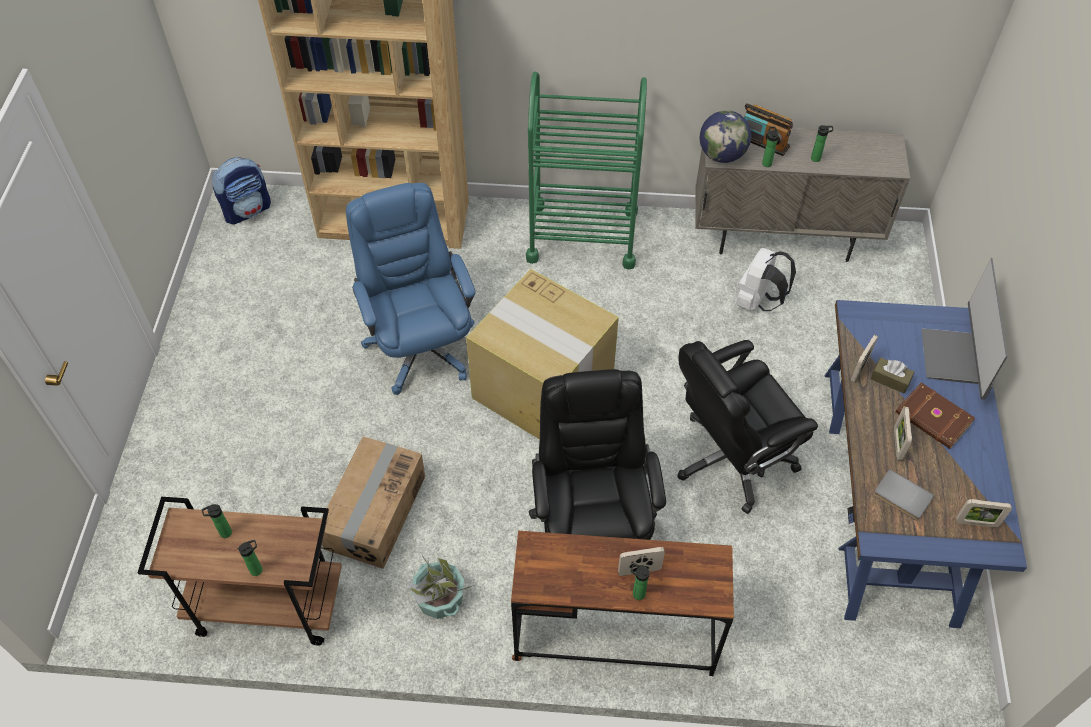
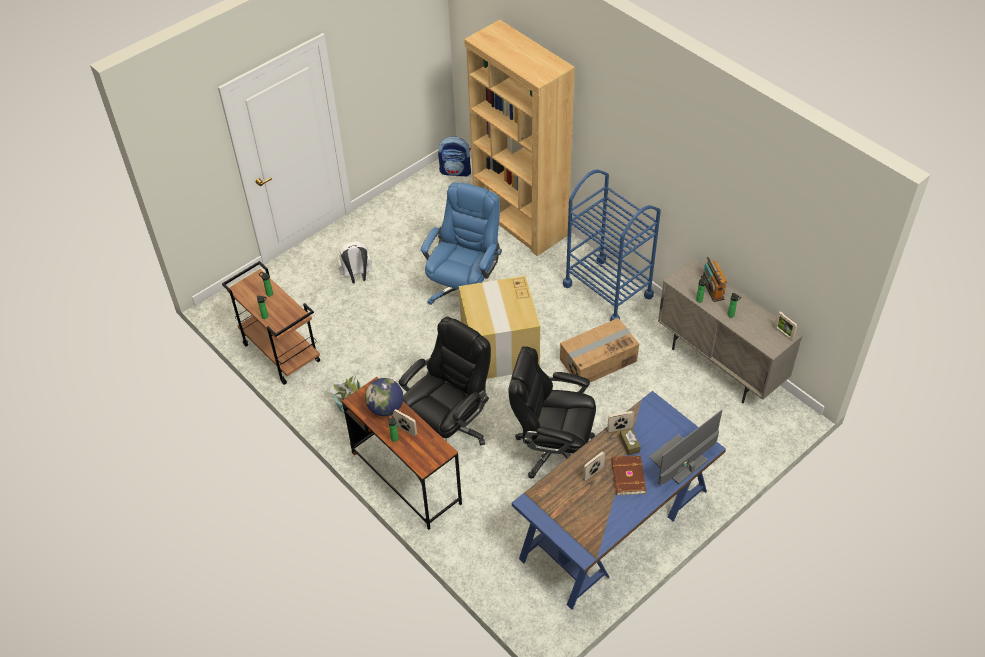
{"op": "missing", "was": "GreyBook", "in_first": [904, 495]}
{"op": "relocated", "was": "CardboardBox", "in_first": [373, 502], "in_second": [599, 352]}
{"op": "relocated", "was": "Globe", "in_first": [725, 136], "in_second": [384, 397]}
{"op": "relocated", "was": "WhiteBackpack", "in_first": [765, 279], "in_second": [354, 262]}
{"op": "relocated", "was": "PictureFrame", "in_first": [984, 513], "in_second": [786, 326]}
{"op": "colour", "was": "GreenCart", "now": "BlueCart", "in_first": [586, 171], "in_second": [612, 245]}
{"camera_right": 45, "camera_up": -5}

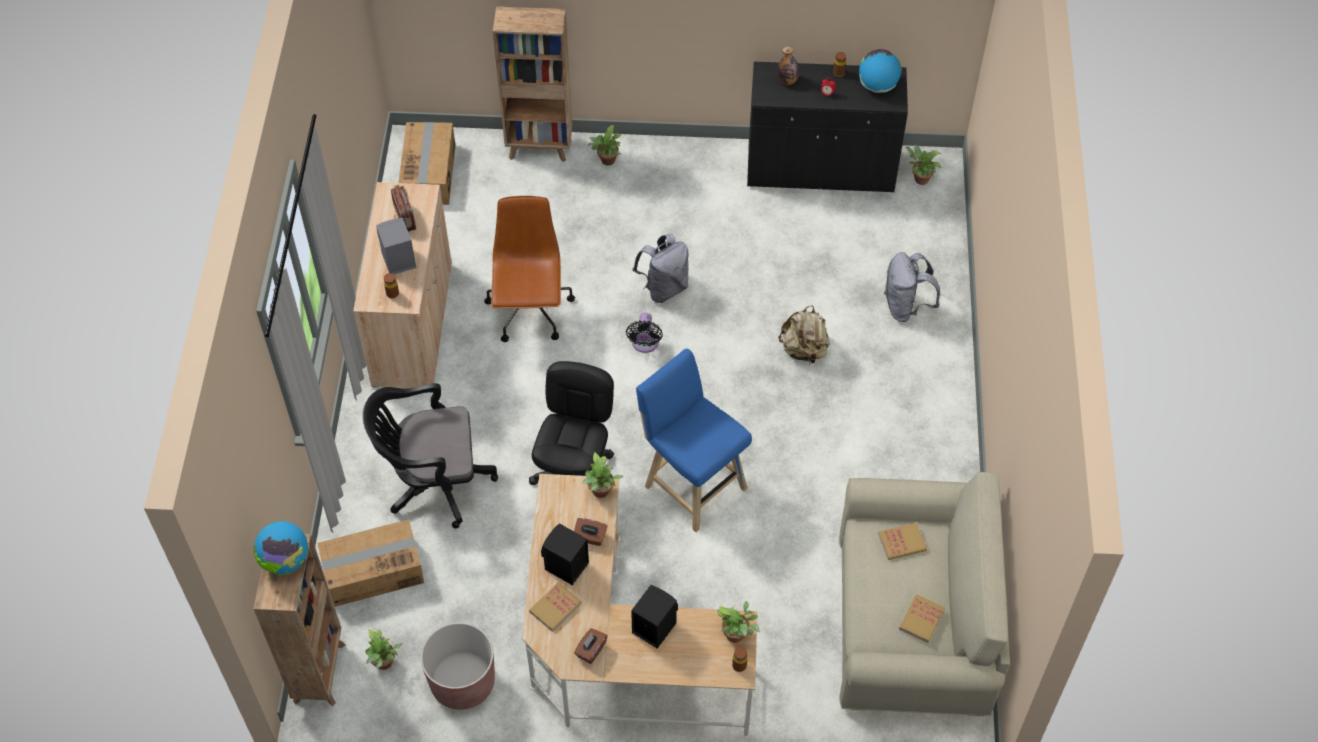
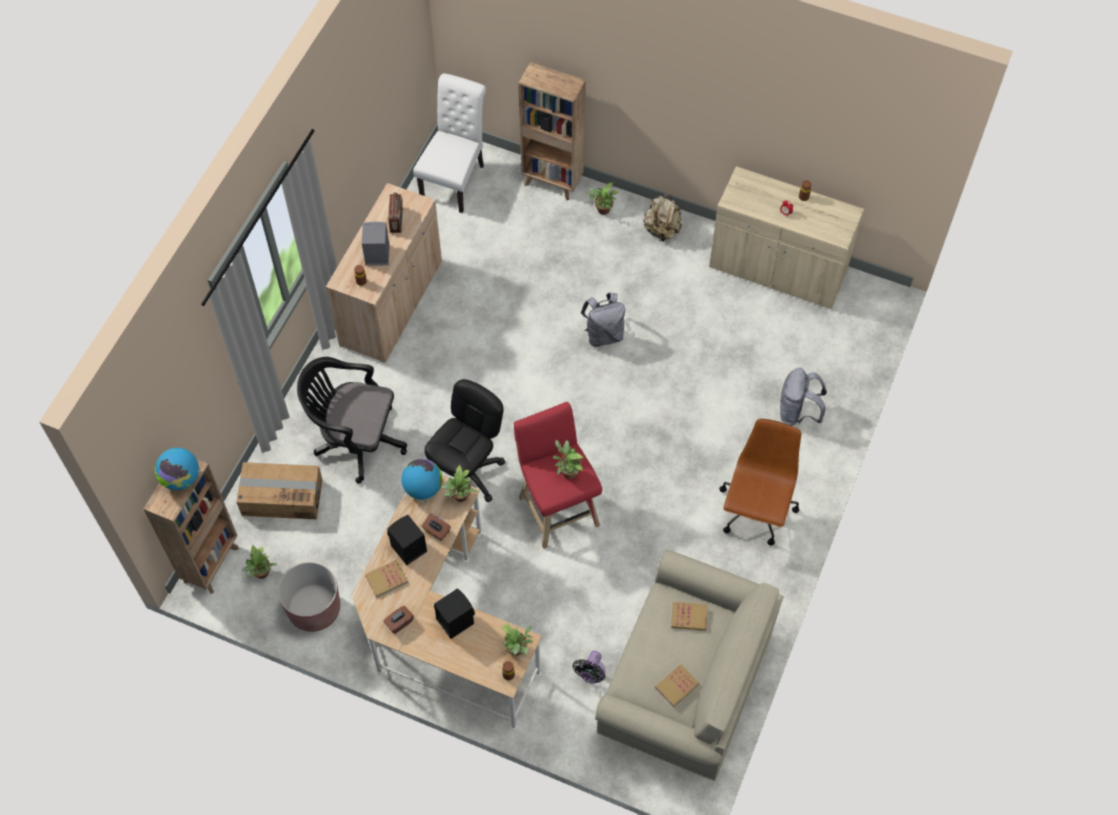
{"op": "missing", "was": "Bottle", "in_first": [788, 65]}
{"op": "relocated", "was": "BrownOfficeChair", "in_first": [529, 269], "in_second": [760, 482]}
{"op": "relocated", "was": "BlackFan", "in_first": [644, 333], "in_second": [589, 667]}
{"op": "relocated", "was": "BeigeBackpack", "in_first": [804, 334], "in_second": [663, 218]}
{"op": "relocated", "was": "Globe", "in_first": [880, 71], "in_second": [421, 480]}
{"op": "relocated", "was": "PottedPlant", "in_first": [923, 165], "in_second": [568, 459]}
{"op": "exchanged", "was": "CardboardBox", "now": "WhiteChair", "in_first": [426, 163], "in_second": [449, 143]}
{"op": "colour", "was": "BlueStool", "now": "RedStool", "in_first": [694, 440], "in_second": [558, 475]}
{"op": "colour", "was": "BlackCabinet", "now": "BeigeCabinet", "in_first": [827, 127], "in_second": [786, 237]}
{"camera_right": 20, "camera_up": 5}

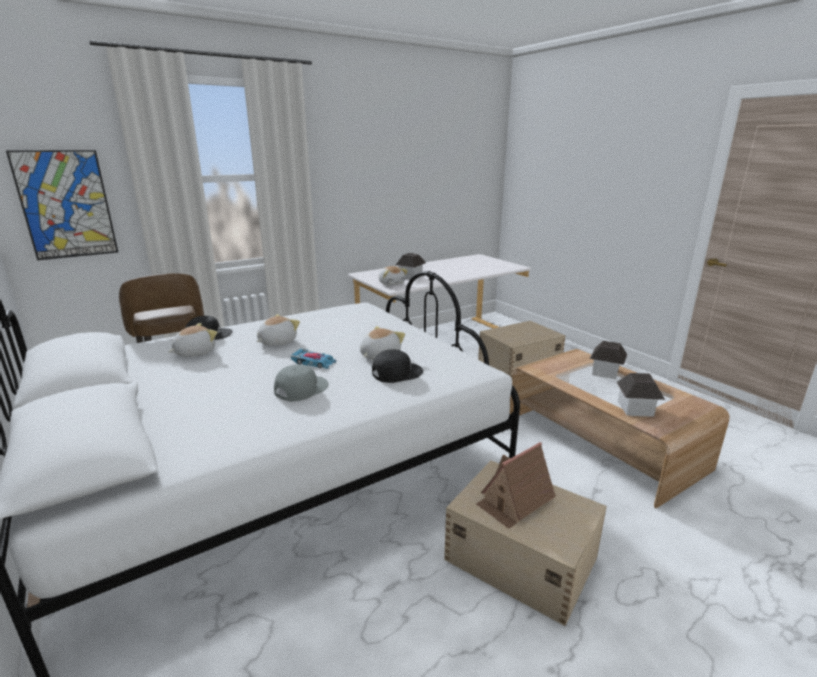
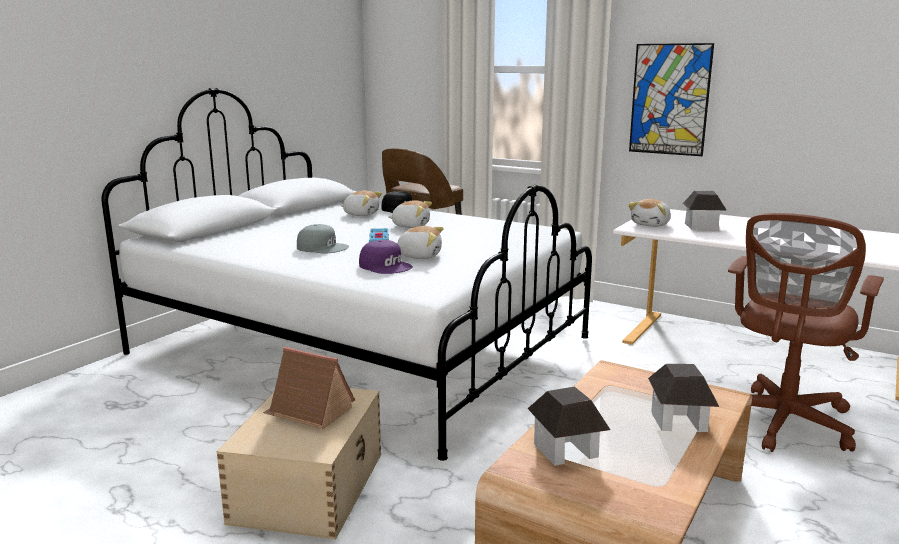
{"op": "relocated", "was": "Picture", "in_first": [62, 205], "in_second": [671, 99]}
{"op": "exchanged", "was": "BeigeStorageBox", "now": "BrownOfficeChair", "in_first": [522, 349], "in_second": [806, 332]}
{"op": "colour", "was": "BlackCap", "now": "PurpleCap", "in_first": [397, 366], "in_second": [386, 257]}
{"camera_right": 65, "camera_up": -5}

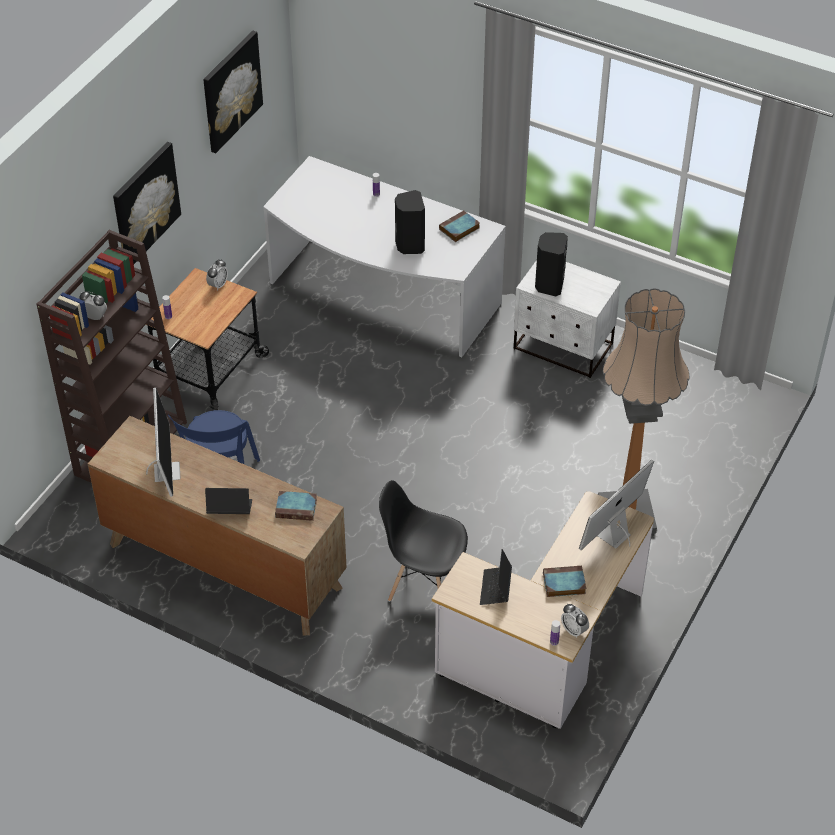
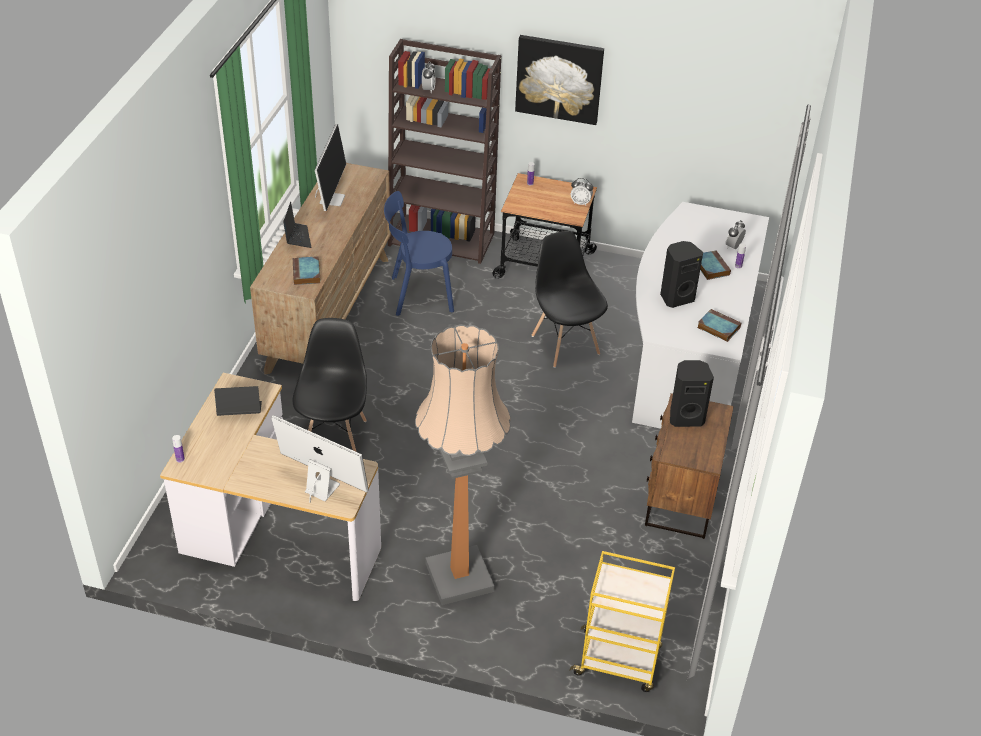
{"op": "missing", "was": "Picture", "in_first": [233, 92]}
{"op": "appeared", "now": "BlackChair", "in_second": [569, 299]}
{"op": "appeared", "now": "YellowCart", "in_second": [622, 621]}
{"op": "relocated", "was": "Book", "in_first": [564, 581], "in_second": [715, 265]}
{"op": "relocated", "was": "AlarmClock", "in_first": [575, 621], "in_second": [735, 234]}
{"op": "colour", "was": "WhiteNightstand", "now": "BrownNightstand", "in_first": [567, 319], "in_second": [689, 466]}
{"op": "spun", "was": "Monitor", "in_first": [163, 442], "in_second": [330, 167], "clockwise": -60}
{"camera_right": 75, "camera_up": -5}

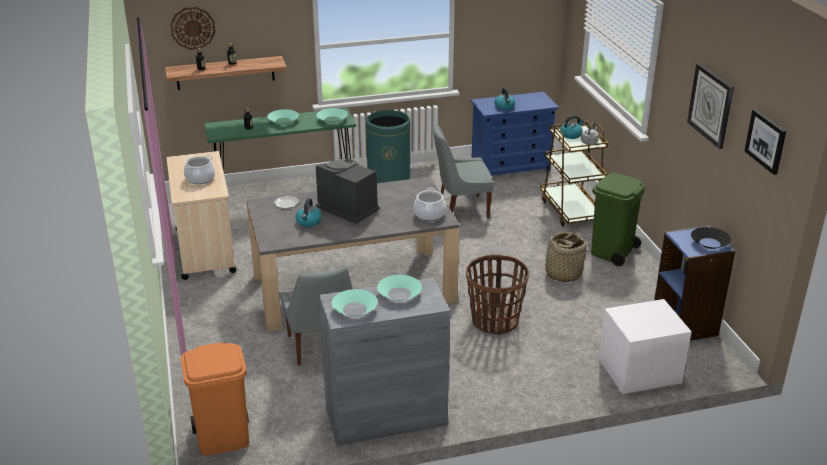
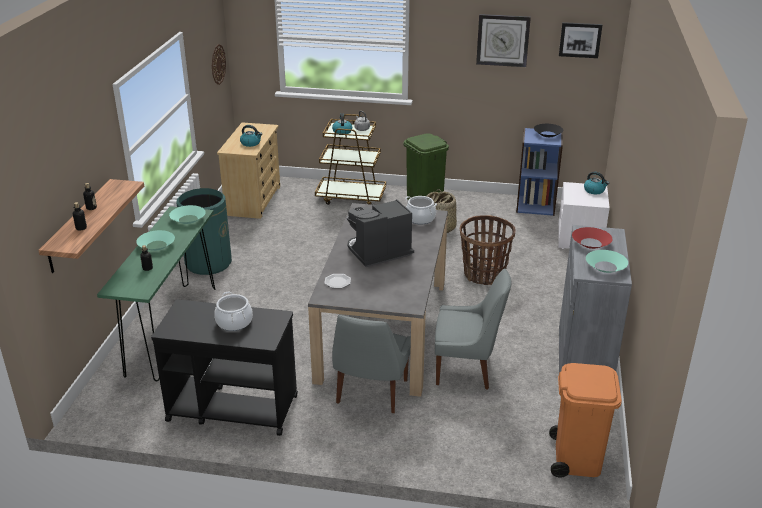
{"op": "relocated", "was": "WallClock", "in_first": [192, 28], "in_second": [219, 64]}
{"op": "relocated", "was": "Kettle", "in_first": [308, 213], "in_second": [596, 183]}
{"op": "relocated", "was": "GreyChair", "in_first": [463, 171], "in_second": [371, 364]}
{"op": "colour", "was": "BeigeCart", "now": "BlackCart", "in_first": [201, 215], "in_second": [224, 368]}
{"op": "colour", "was": "TurquoiseBowl", "now": "RedBowl", "in_first": [399, 288], "in_second": [592, 238]}
{"op": "colour", "was": "BlueDresser", "now": "BeigeDresser", "in_first": [515, 134], "in_second": [248, 170]}
{"camera_right": -65, "camera_up": 0}

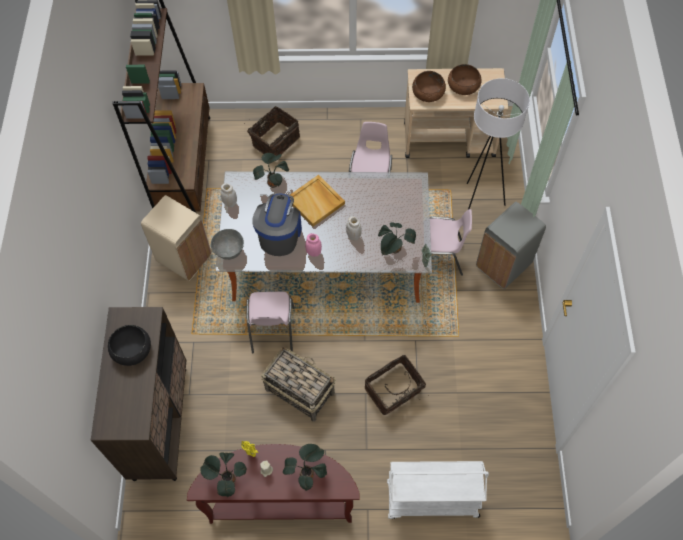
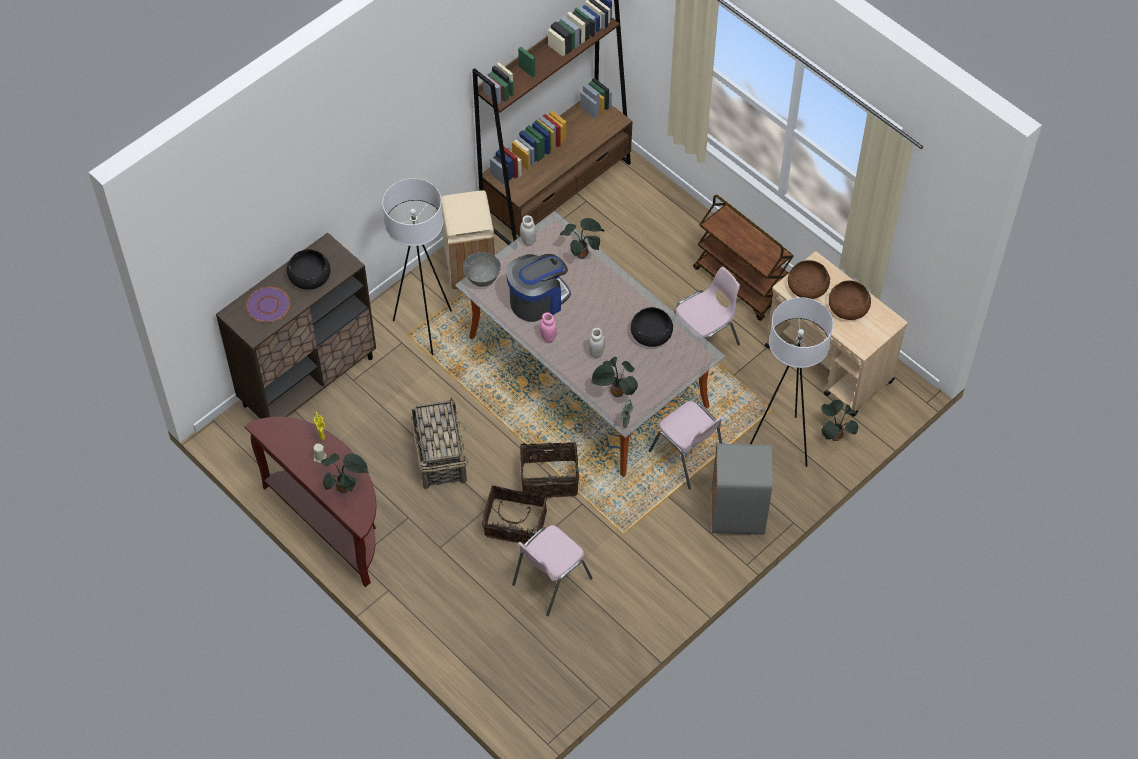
{"op": "missing", "was": "BeigeTray", "in_first": [317, 201]}
{"op": "missing", "was": "WhiteCart", "in_first": [438, 490]}
{"op": "appeared", "now": "PurplePlate", "in_second": [268, 304]}
{"op": "appeared", "now": "WhiteFloorLamp", "in_second": [417, 266]}
{"op": "appeared", "now": "BlackBowl", "in_second": [652, 327]}
{"op": "appeared", "now": "BrownCart", "in_second": [743, 258]}
{"op": "relocated", "was": "PottedPlant", "in_first": [223, 474], "in_second": [839, 420]}
{"op": "relocated", "was": "Basket", "in_first": [272, 131], "in_second": [549, 470]}
{"op": "relocated", "was": "PinkChair", "in_first": [270, 322], "in_second": [552, 570]}
{"camera_right": 45, "camera_up": -5}

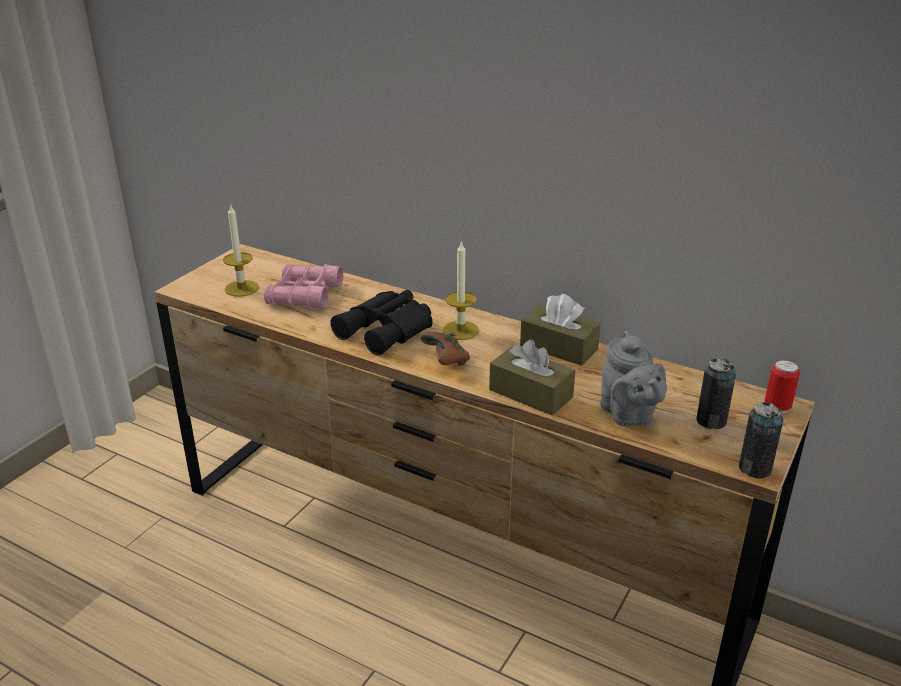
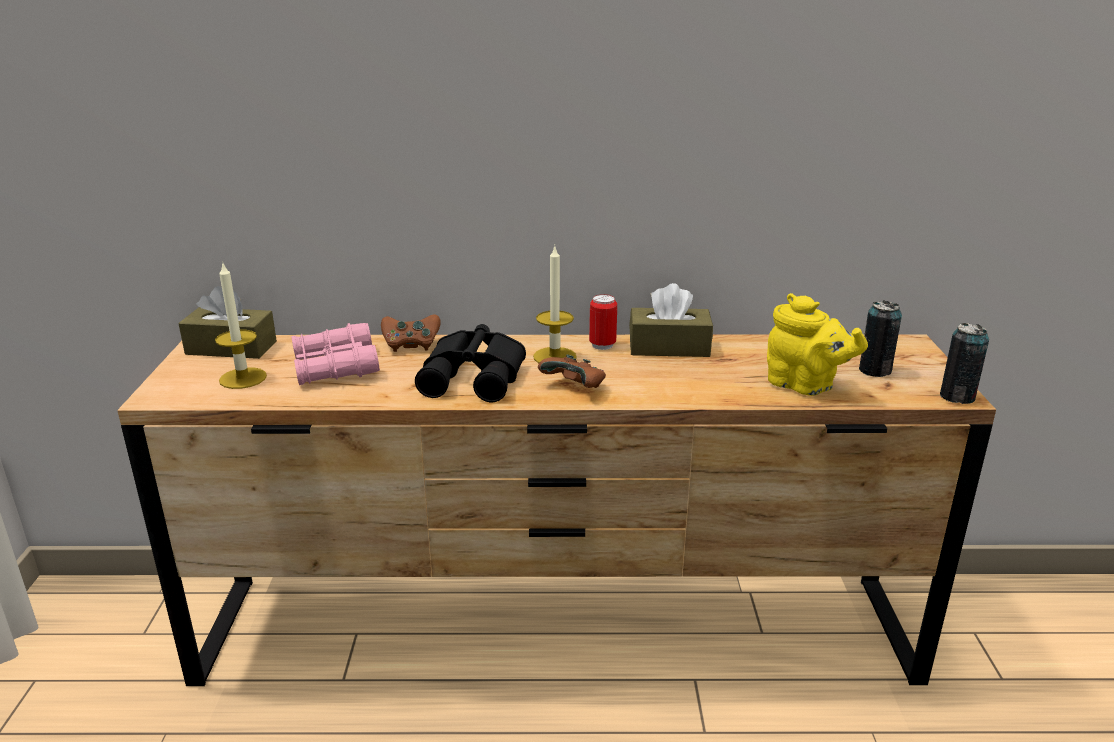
{"op": "appeared", "now": "BrownGameController", "in_second": [411, 333]}
{"op": "relocated", "was": "BrownTissueBox", "in_first": [532, 378], "in_second": [227, 322]}
{"op": "relocated", "was": "Can", "in_first": [782, 387], "in_second": [603, 322]}
{"op": "colour", "was": "GreyTeapot", "now": "YellowTeapot", "in_first": [633, 378], "in_second": [817, 344]}
{"camera_right": -30, "camera_up": -5}

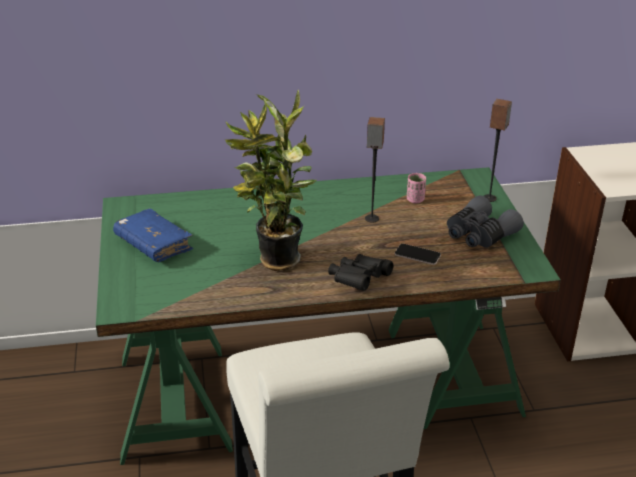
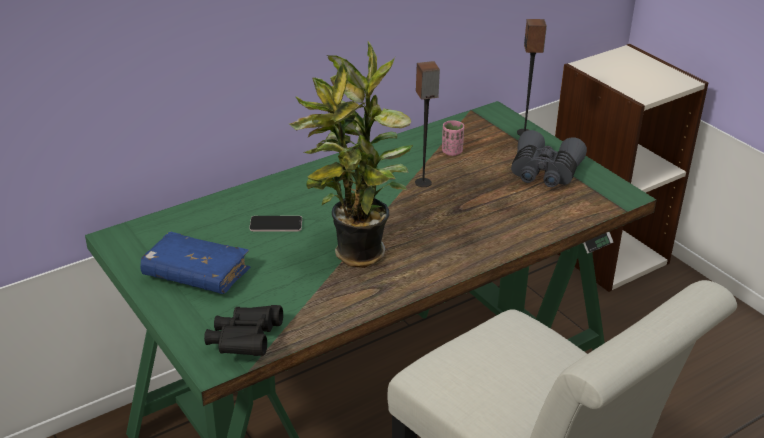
{"op": "relocated", "was": "BlackBinoculars", "in_first": [360, 272], "in_second": [243, 330]}
{"op": "relocated", "was": "Phone", "in_first": [418, 254], "in_second": [275, 223]}
{"camera_right": -25, "camera_up": 0}

